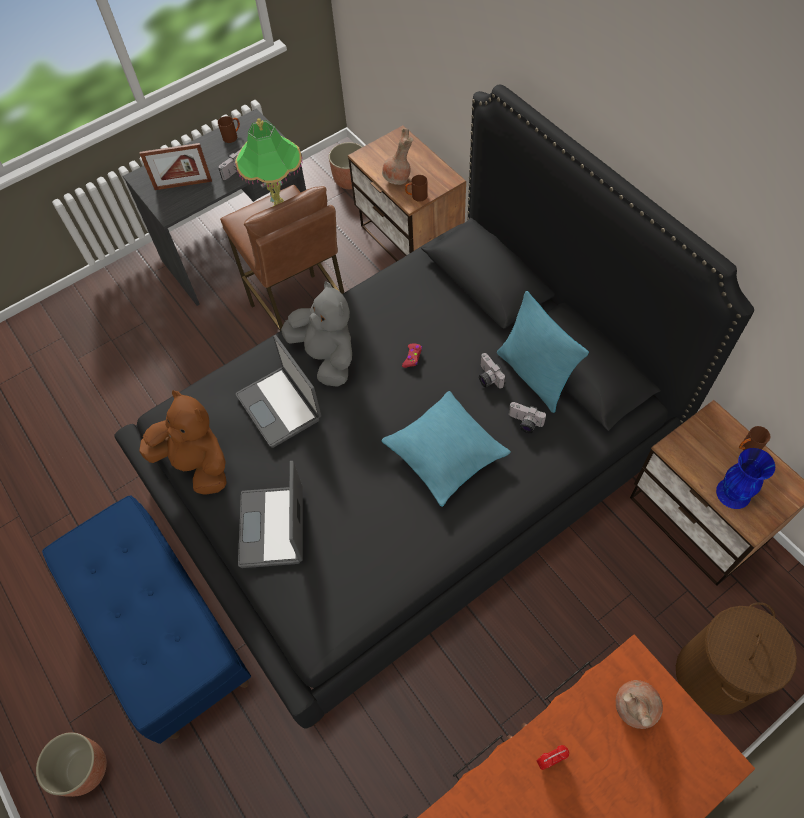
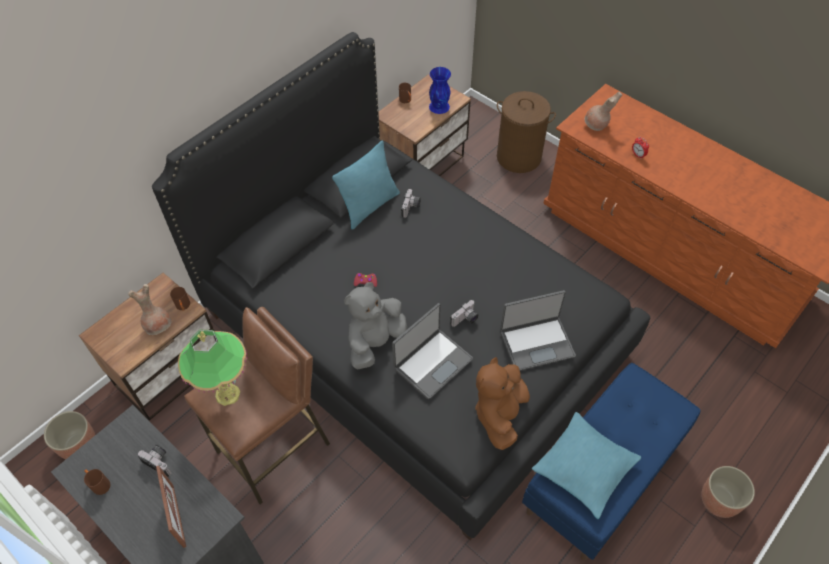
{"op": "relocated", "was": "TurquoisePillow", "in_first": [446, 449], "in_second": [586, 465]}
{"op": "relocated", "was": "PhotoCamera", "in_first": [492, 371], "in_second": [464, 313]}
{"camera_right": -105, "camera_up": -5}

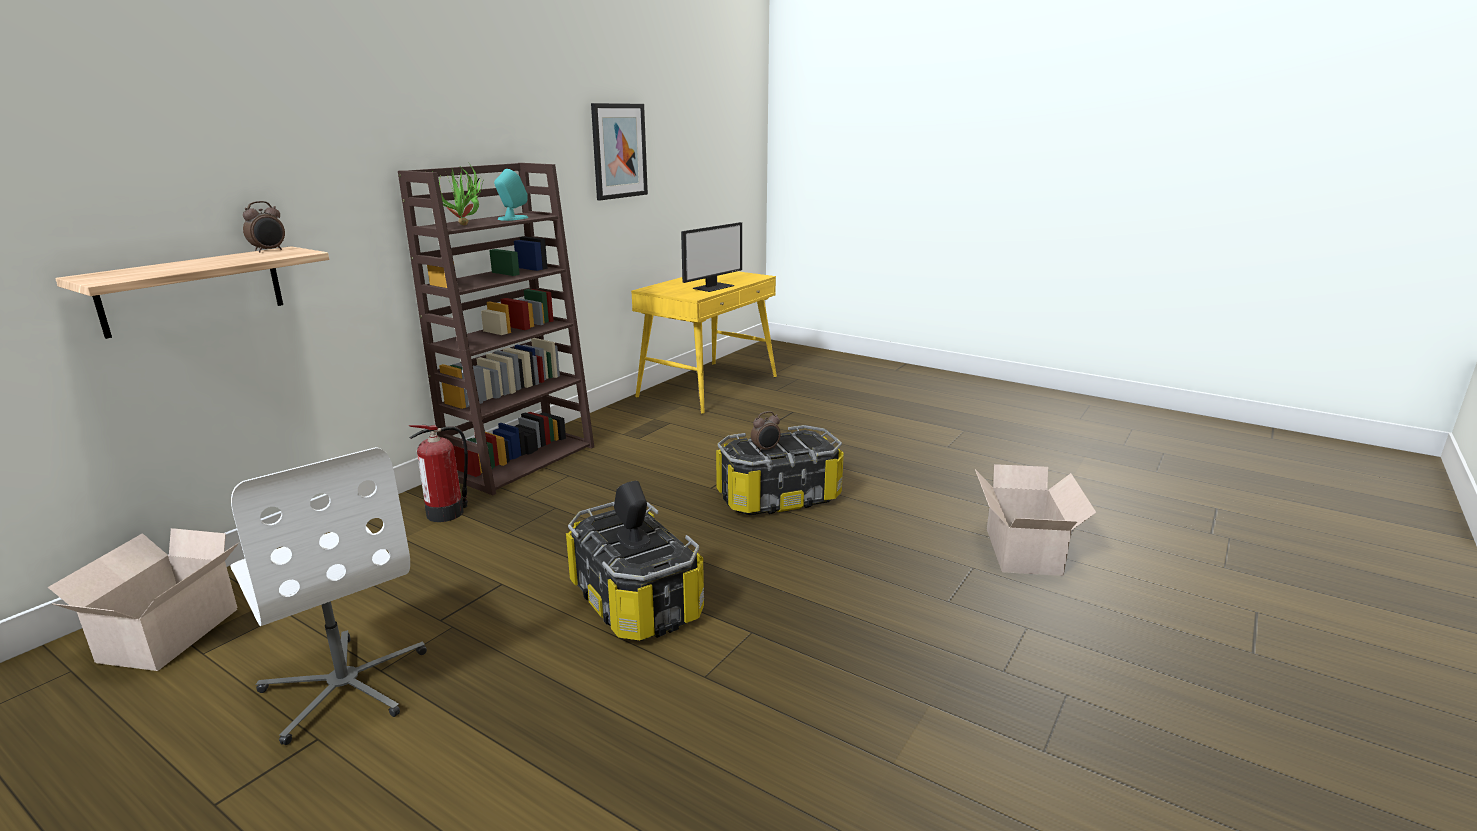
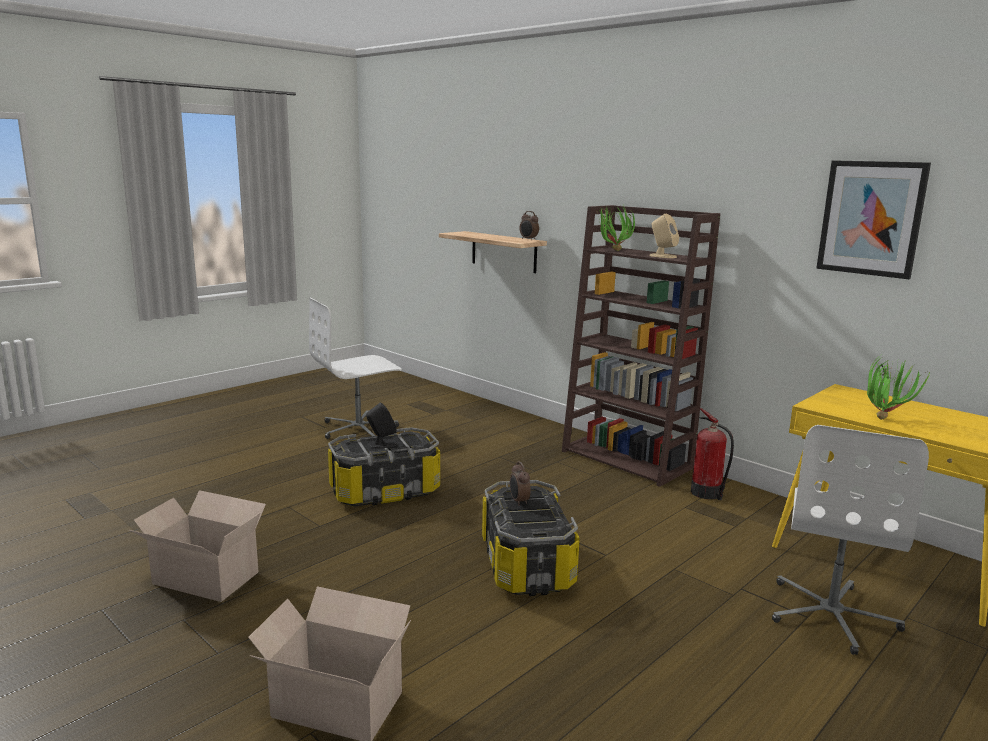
{"op": "appeared", "now": "WhiteOfficeChair", "in_second": [850, 540]}
{"op": "relocated", "was": "CardboardBox", "in_first": [143, 599], "in_second": [198, 546]}
{"op": "relocated", "was": "FireExtinguisher", "in_first": [438, 473], "in_second": [712, 454]}
{"op": "exchanged", "was": "Monitor", "now": "PottedPlant", "in_first": [711, 257], "in_second": [898, 388]}
{"op": "colour", "was": "TurquoiseSpeaker", "now": "BeigeSpeaker", "in_first": [511, 195], "in_second": [664, 236]}
{"camera_right": 100, "camera_up": -5}

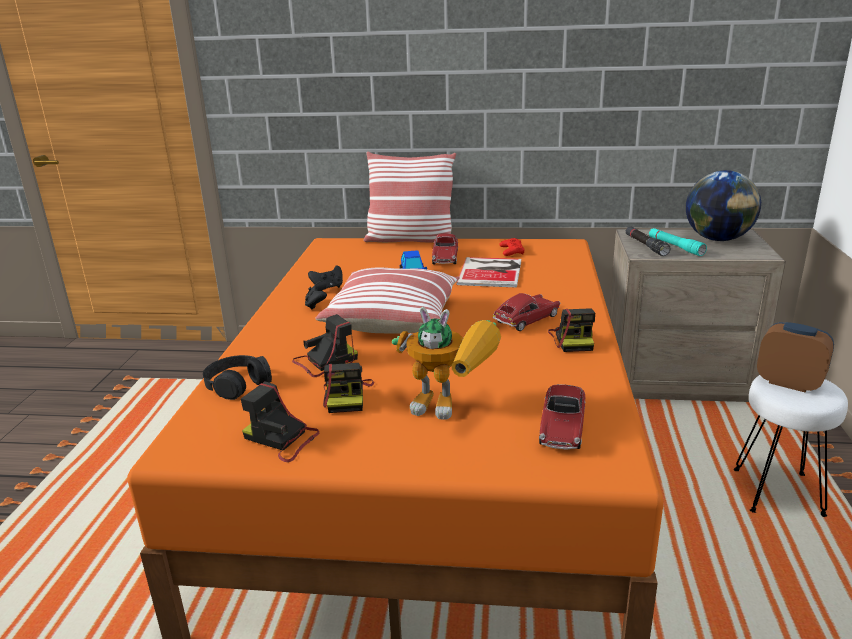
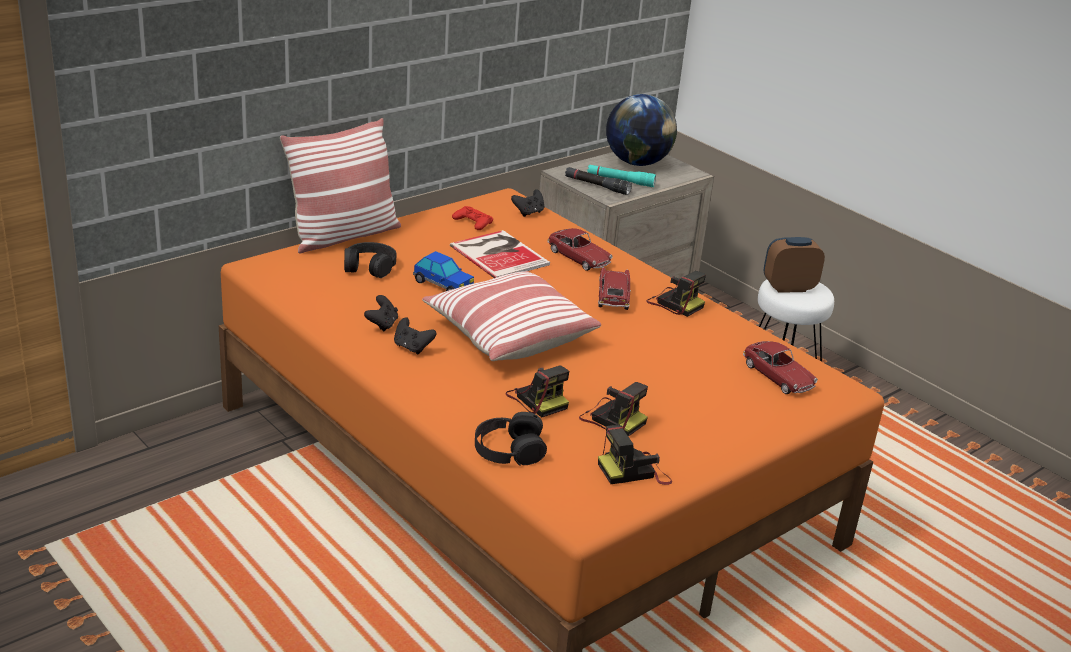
{"op": "missing", "was": "ToyRobot", "in_first": [446, 363]}
{"op": "appeared", "now": "BlackHeadphones", "in_second": [370, 260]}
{"op": "appeared", "now": "BlackGameController", "in_second": [527, 203]}
{"op": "relocated", "was": "ToyCar", "in_first": [445, 249], "in_second": [580, 249]}
{"op": "spun", "was": "PhotoCamera", "in_first": [325, 345], "in_second": [537, 391], "clockwise": 135}
{"camera_right": -50, "camera_up": 5}

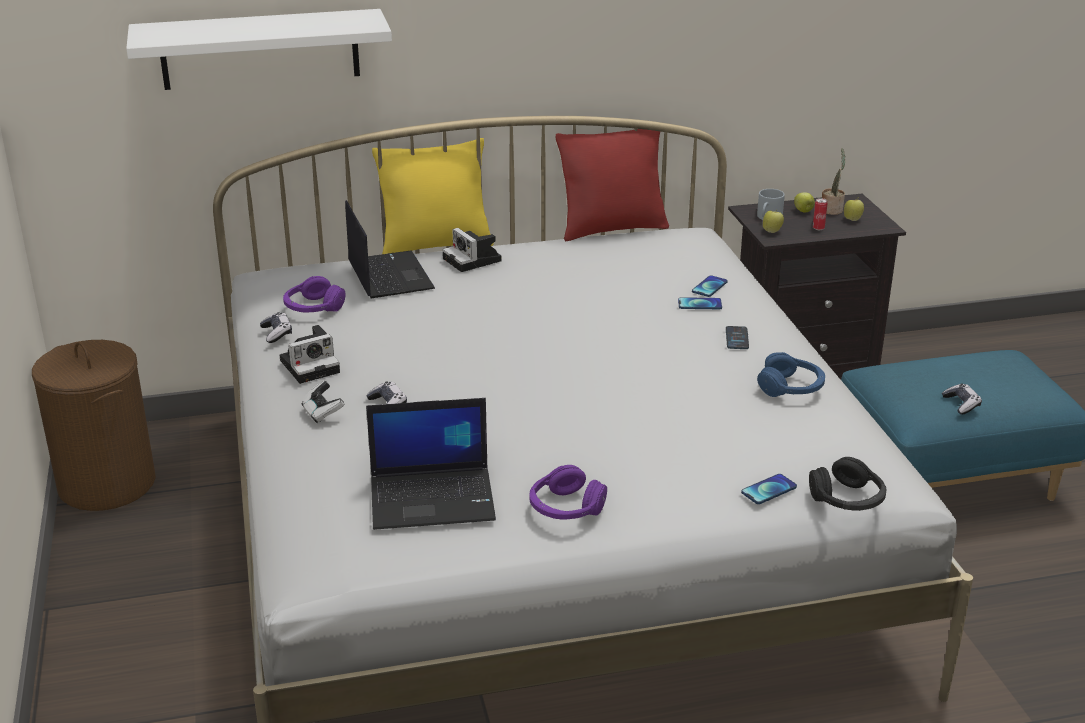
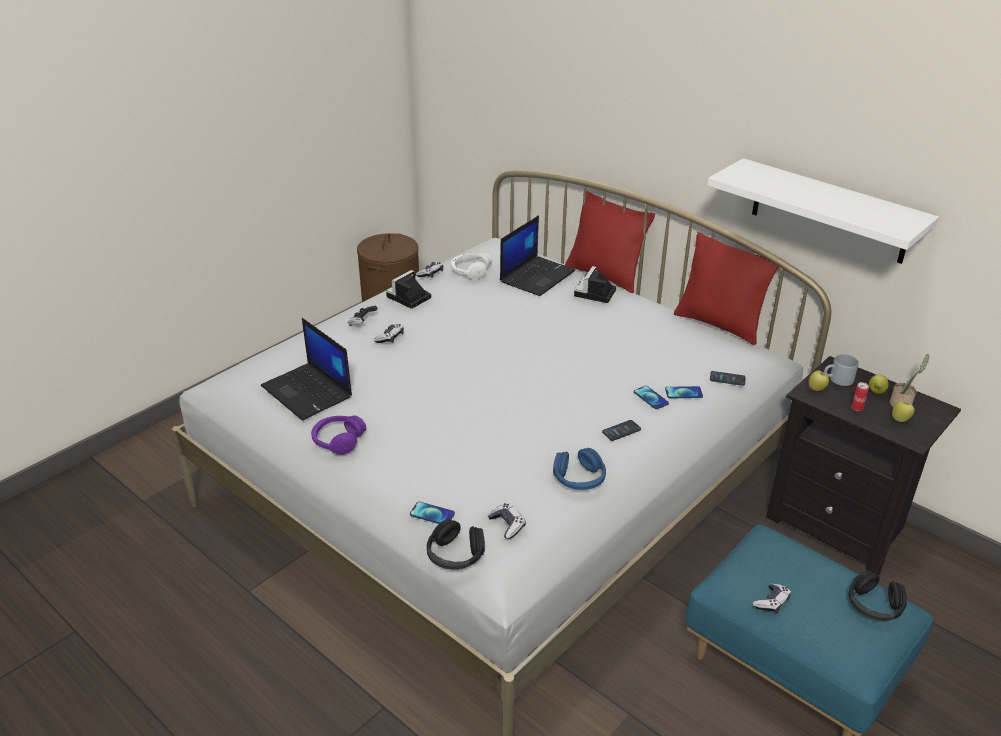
{"op": "appeared", "now": "GameController", "in_second": [507, 521]}
{"op": "appeared", "now": "Phone", "in_second": [728, 378]}
{"op": "appeared", "now": "BlackHeadphones", "in_second": [878, 595]}
{"op": "relocated", "was": "WhiteShelf", "in_first": [259, 49], "in_second": [823, 211]}
{"op": "colour", "was": "PurpleHeadphones", "now": "WhiteHeadphones", "in_first": [314, 294], "in_second": [471, 265]}
{"op": "colour", "was": "YellowPillow", "now": "RedPillow", "in_first": [433, 196], "in_second": [610, 241]}
{"op": "spun", "was": "PhotoCamera", "in_first": [310, 354], "in_second": [408, 289], "clockwise": 105}
{"camera_right": 55, "camera_up": 5}

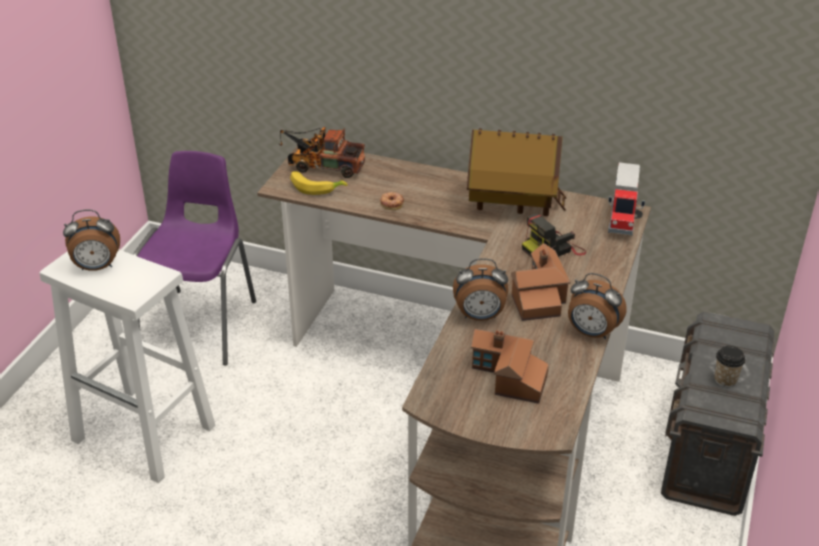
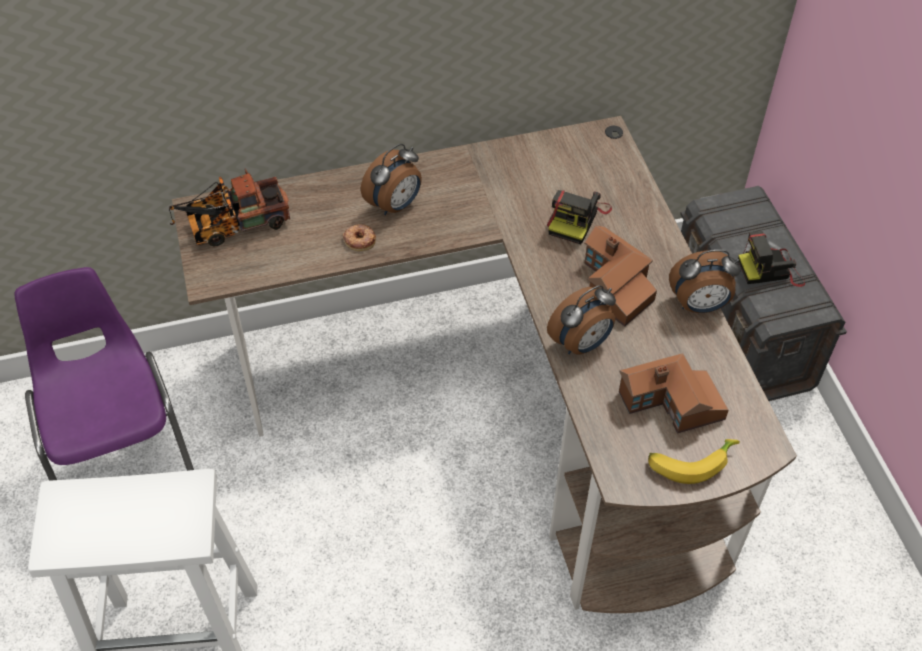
{"op": "missing", "was": "ToyHouse", "in_first": [517, 172]}
{"op": "missing", "was": "ToyTruck", "in_first": [626, 199]}
{"op": "relocated", "was": "AlarmClock", "in_first": [91, 240], "in_second": [391, 179]}
{"op": "relocated", "was": "Banana", "in_first": [318, 183], "in_second": [694, 461]}
{"op": "exchanged", "was": "Cup", "now": "PhotoCamera", "in_first": [730, 366], "in_second": [771, 259]}
{"camera_right": -35, "camera_up": 15}

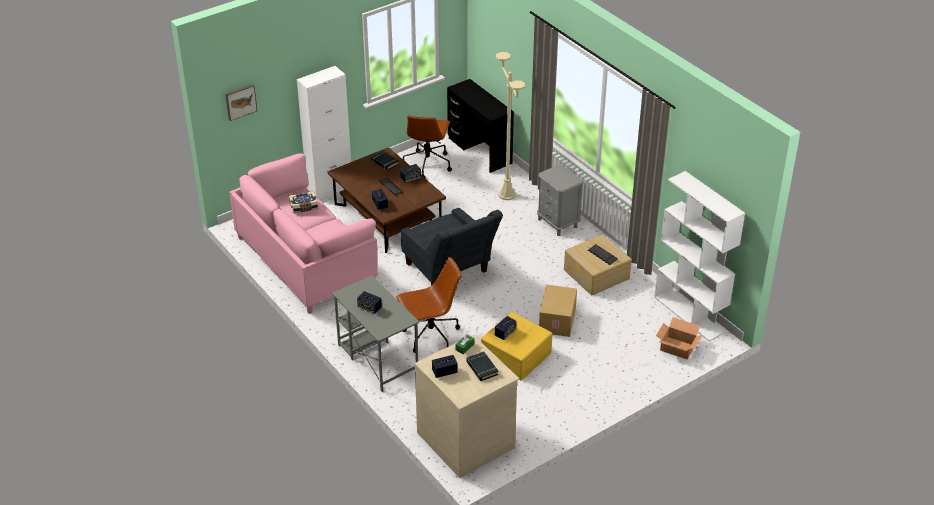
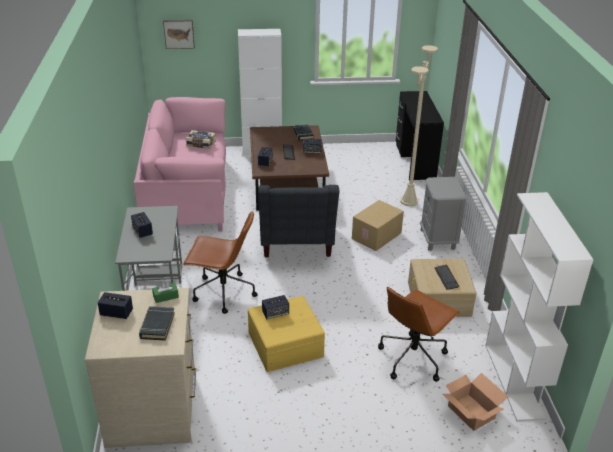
{"op": "relocated", "was": "BrownOfficeChair", "in_first": [427, 146], "in_second": [419, 334]}
{"op": "relocated", "was": "CardboardBox", "in_first": [558, 311], "in_second": [378, 225]}
{"camera_right": 30, "camera_up": -5}

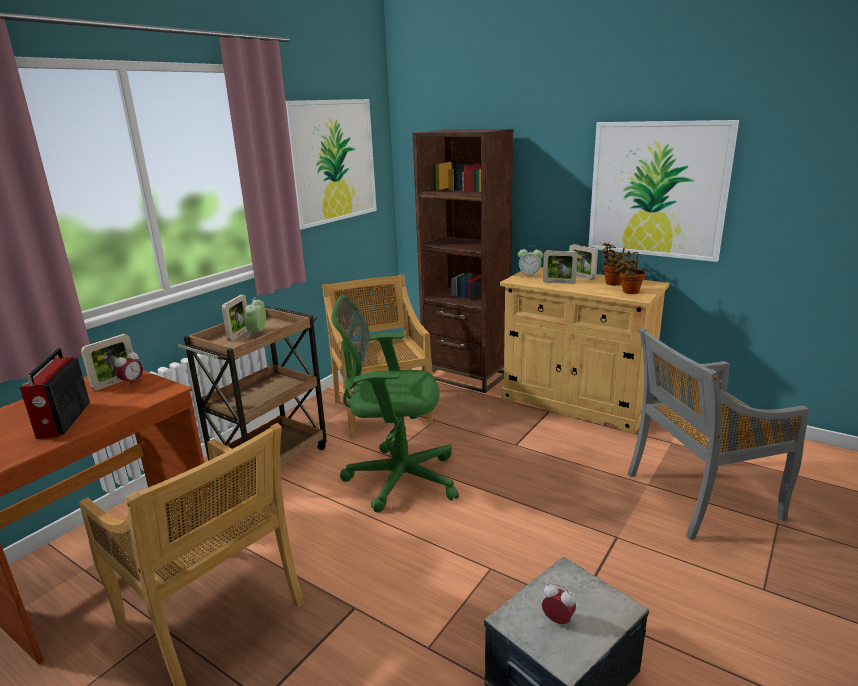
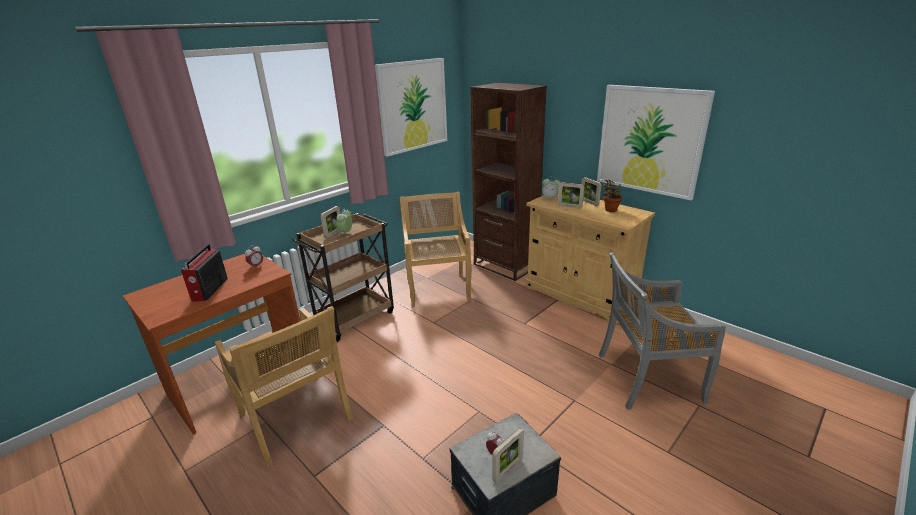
{"op": "missing", "was": "GreenOfficeChair", "in_first": [395, 404]}
{"op": "missing", "was": "PottedPlant", "in_first": [630, 272]}
{"op": "relocated", "was": "PictureFrame", "in_first": [107, 362], "in_second": [508, 455]}
{"camera_right": 10, "camera_up": 5}

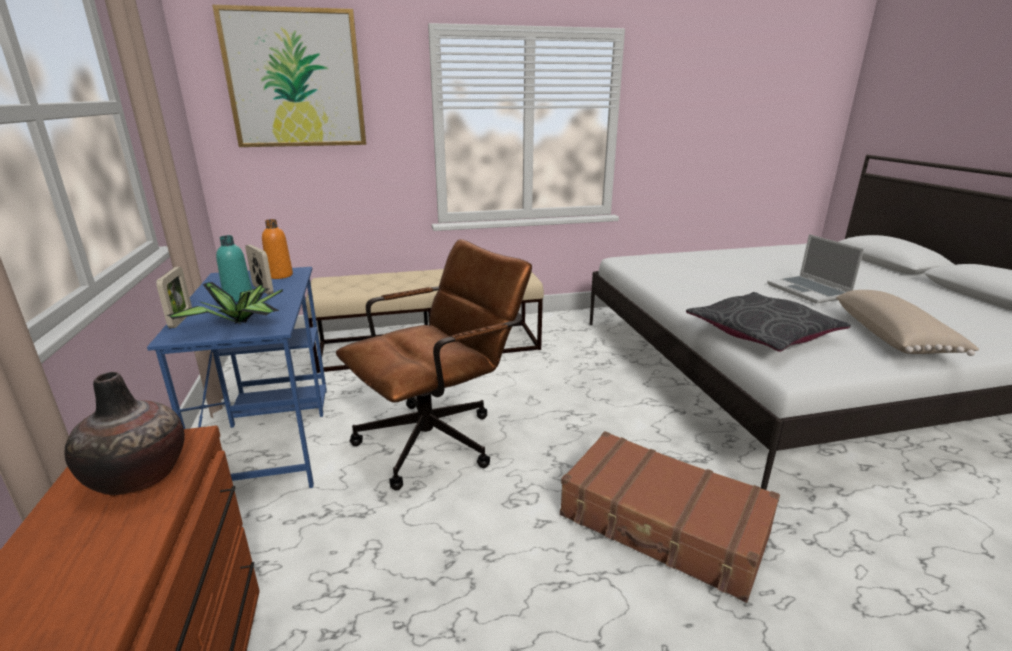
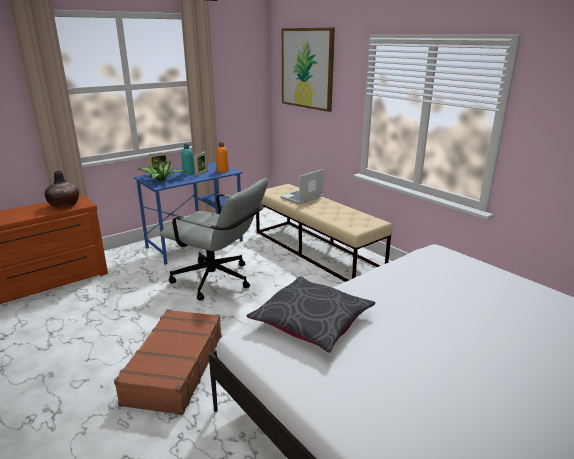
{"op": "missing", "was": "BeigePillow", "in_first": [907, 323]}
{"op": "relocated", "was": "Laptop", "in_first": [815, 268], "in_second": [302, 186]}
{"op": "colour", "was": "BrownOfficeChair", "now": "GreyOfficeChair", "in_first": [434, 364], "in_second": [214, 239]}
{"camera_right": 65, "camera_up": 0}

